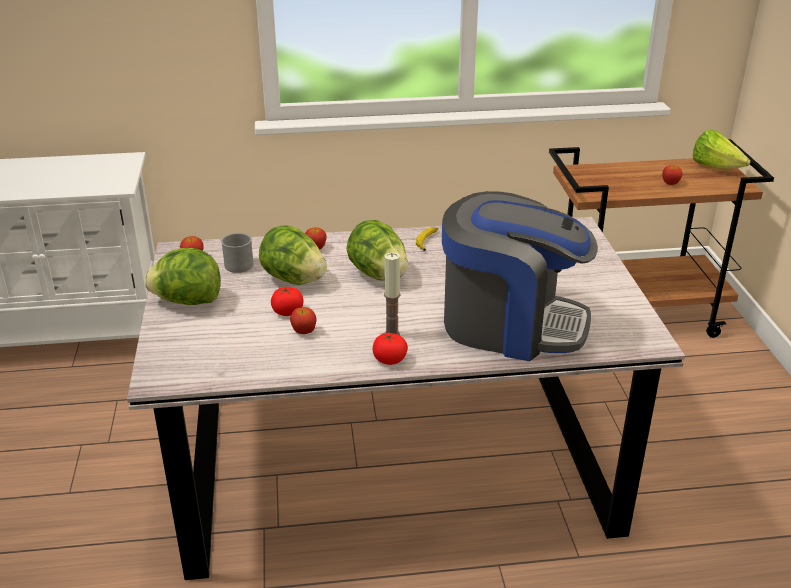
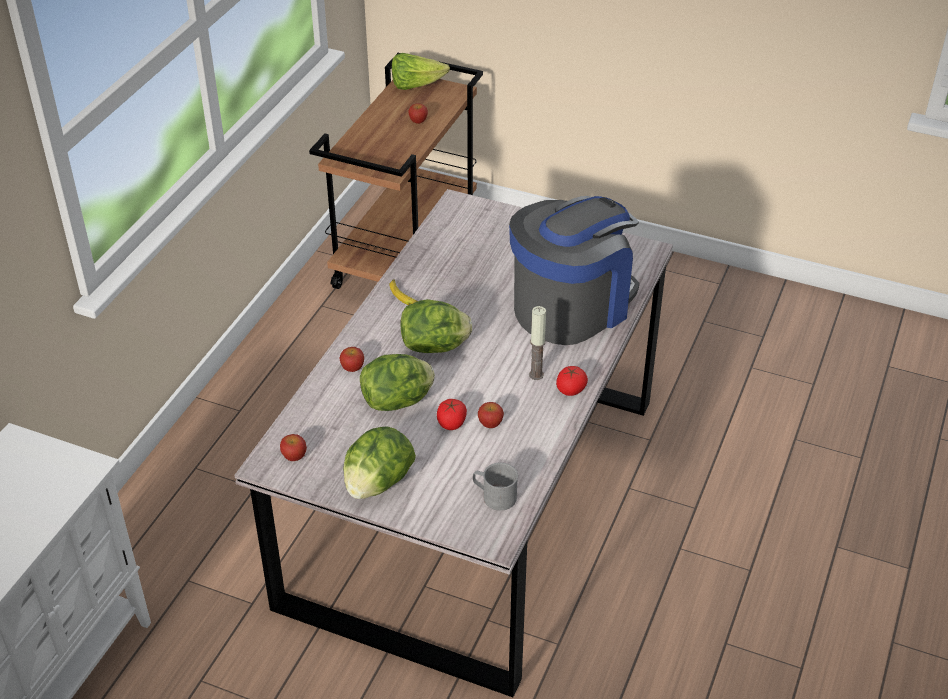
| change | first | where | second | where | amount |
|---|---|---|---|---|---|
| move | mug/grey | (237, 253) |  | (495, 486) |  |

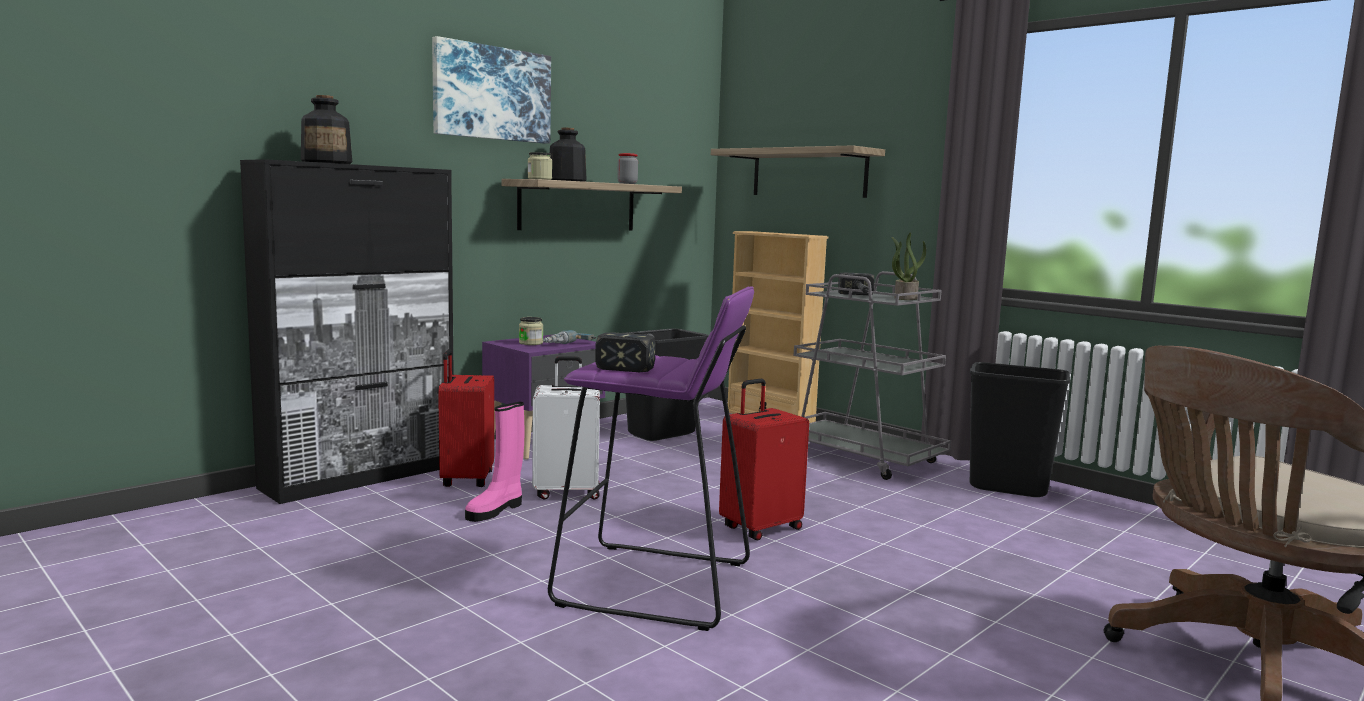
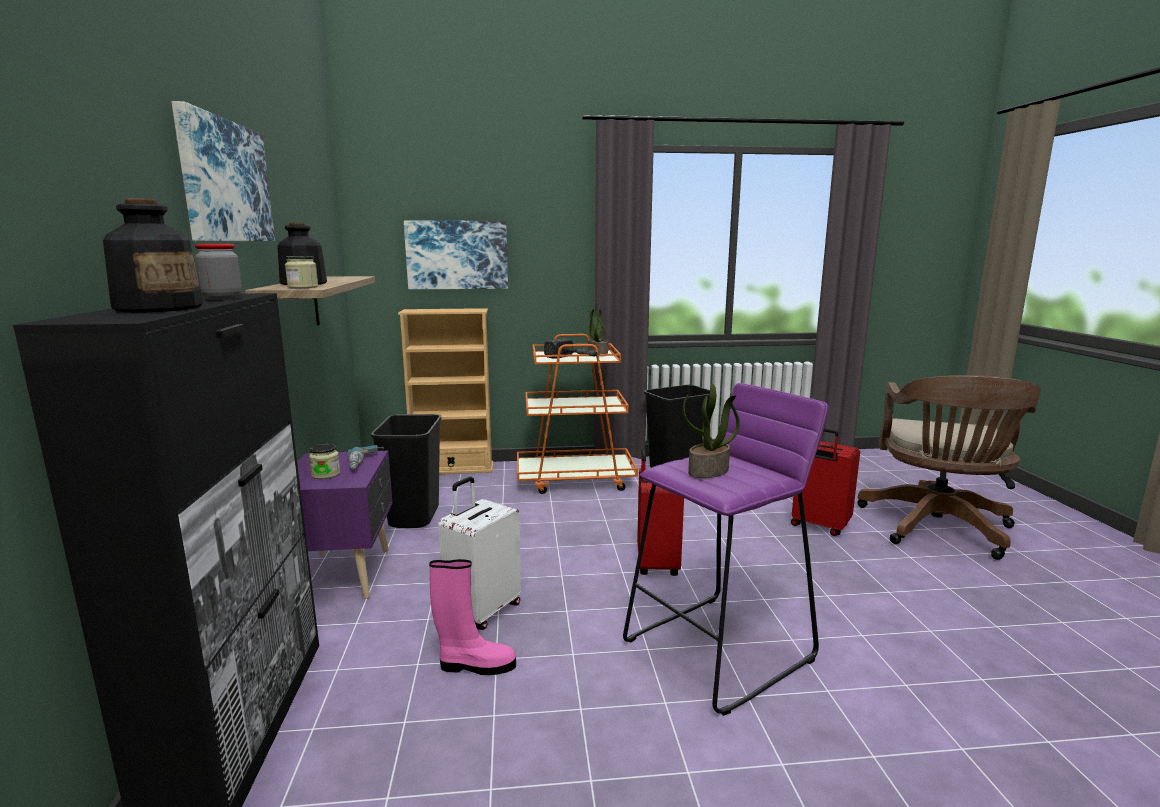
| change | first | where | second | where | amount |
|---|---|---|---|---|---|
| move | suitcase/red | (466, 418) |  | (825, 482) |  |
| rotate | boot/pink | (495, 462) |  | (472, 617) | 75 degrees counterclockwise |
| replace | hammer | (625, 352) | potted plant | (711, 431) |  |
| move | jar | (627, 168) |  | (218, 272) |  |
| replace | shelf | (798, 171) | picture | (456, 254) |  |
| recolor | cart/grey | (872, 375) | cart/orange | (577, 414) |  |

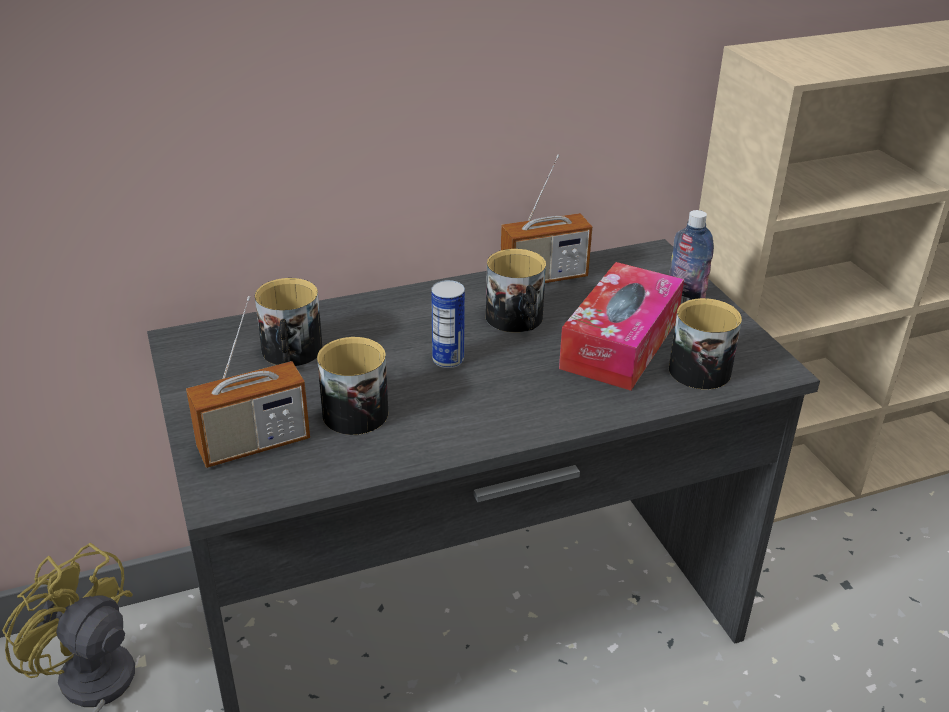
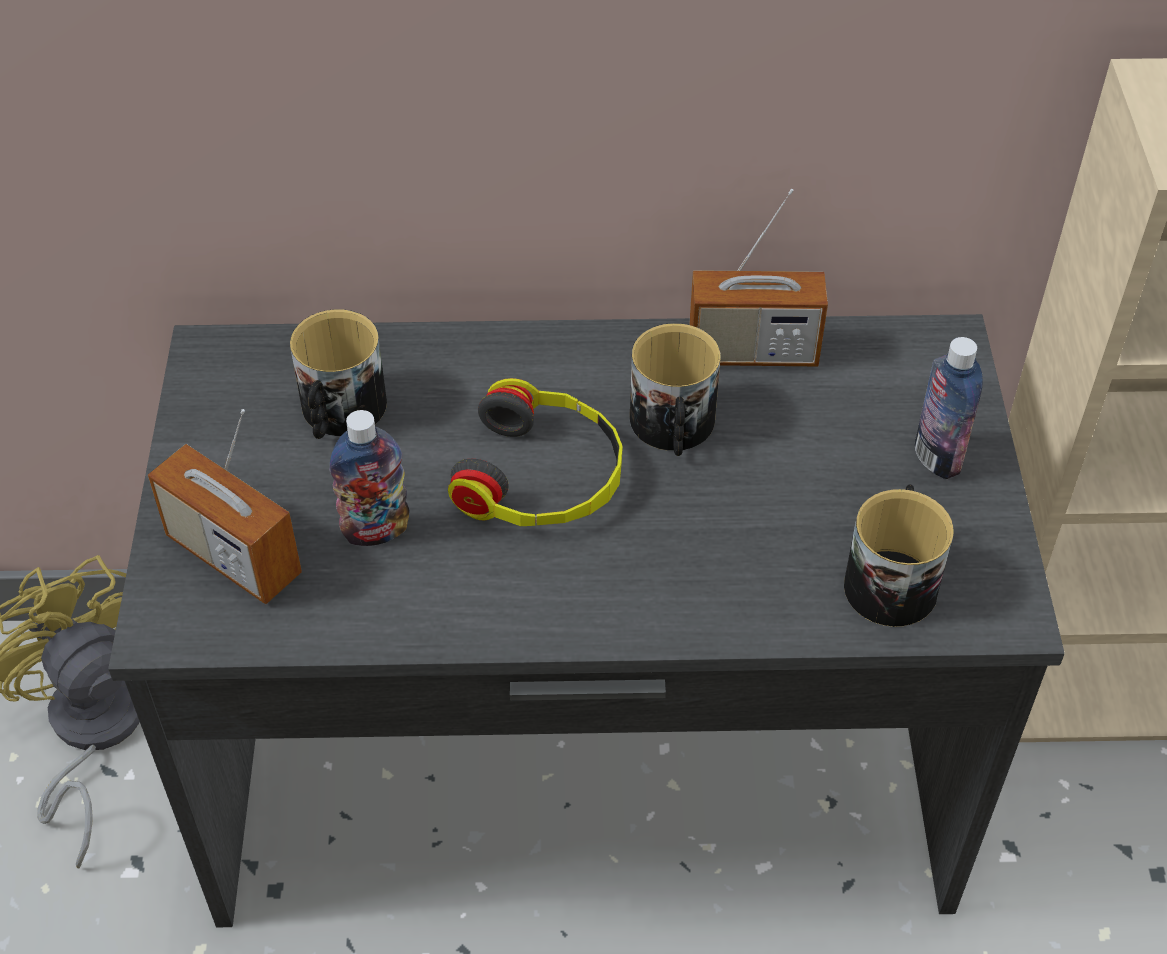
| change | first | where | second | where | amount |
|---|---|---|---|---|---|
| rotate | radio | (248, 382) |  | (225, 506) | 45 degrees clockwise |
| replace | mug | (352, 386) | bottle | (369, 478) |  |
| replace | can | (448, 324) | headphones | (535, 452) |  |
| delete | tissue box | (621, 326) |  |  |  |

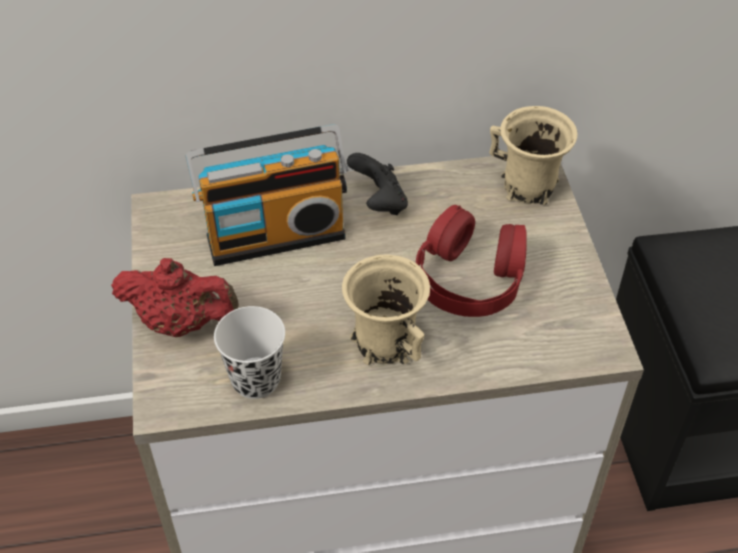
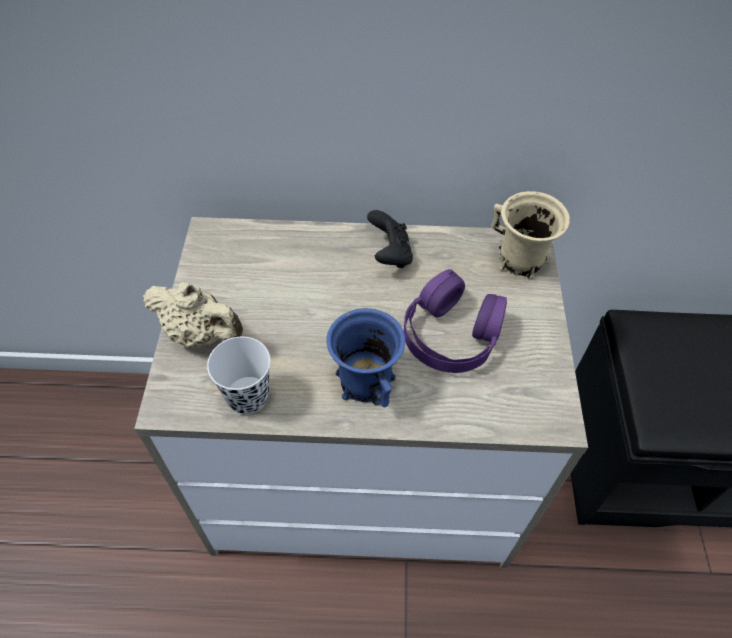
| change | first | where | second | where | amount |
|---|---|---|---|---|---|
| recolor | teapot/red | (175, 297) | teapot/beige | (193, 315) |  |
| delete | radio | (267, 195) |  |  |  |
| recolor | mug/beige | (386, 310) | mug/blue | (366, 357) |  |
| recolor | headphones/red | (471, 261) | headphones/purple | (455, 321) |  |

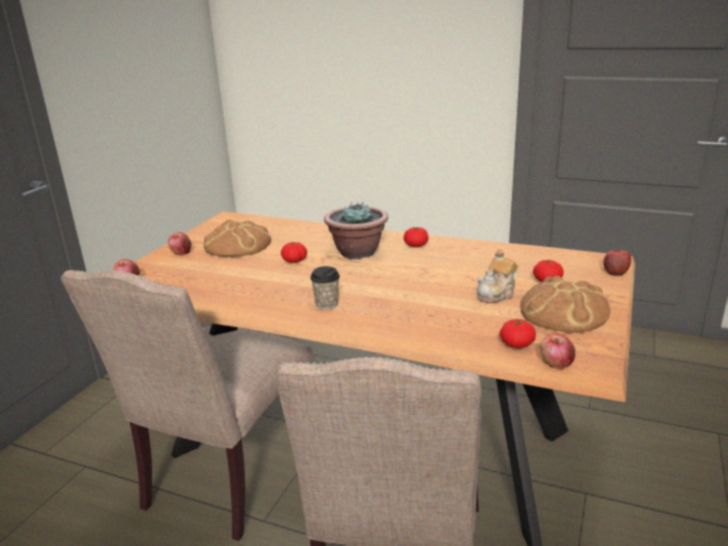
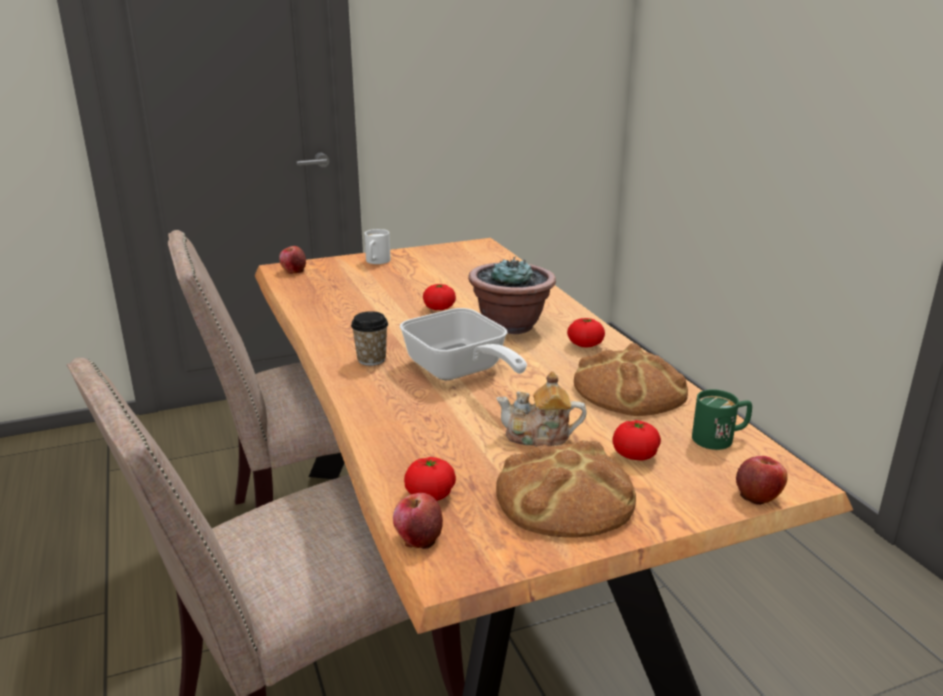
| change | first | where | second | where | amount |
|---|---|---|---|---|---|
| replace | apple | (179, 244) | mug/white | (378, 246) |  |
| move | bread | (237, 238) |  | (631, 379) |  |
| insert |  |  | frying pan | (463, 344) |  |
| insert |  |  | mug/green | (722, 419) |  |

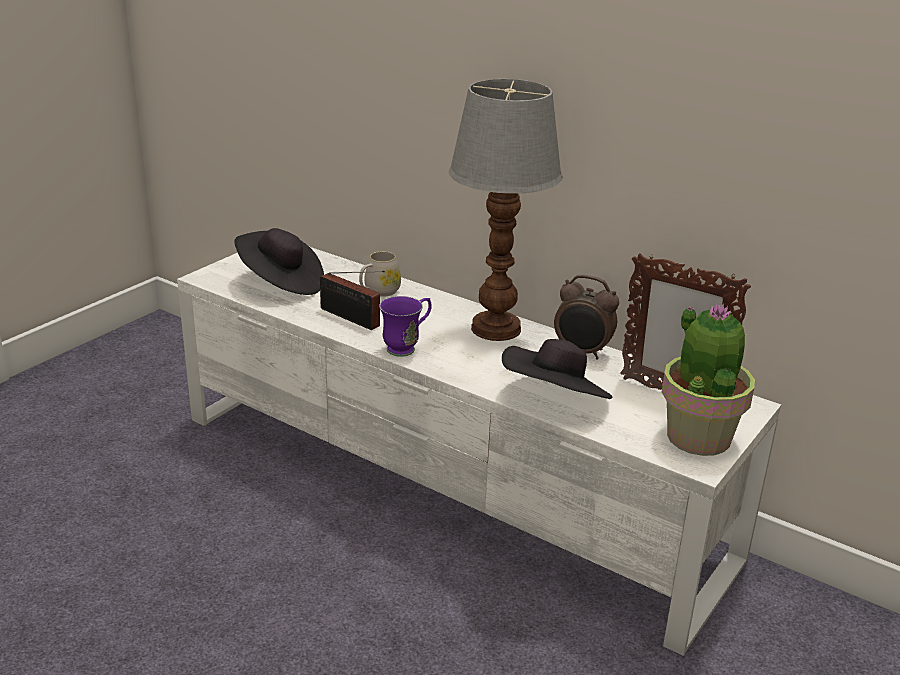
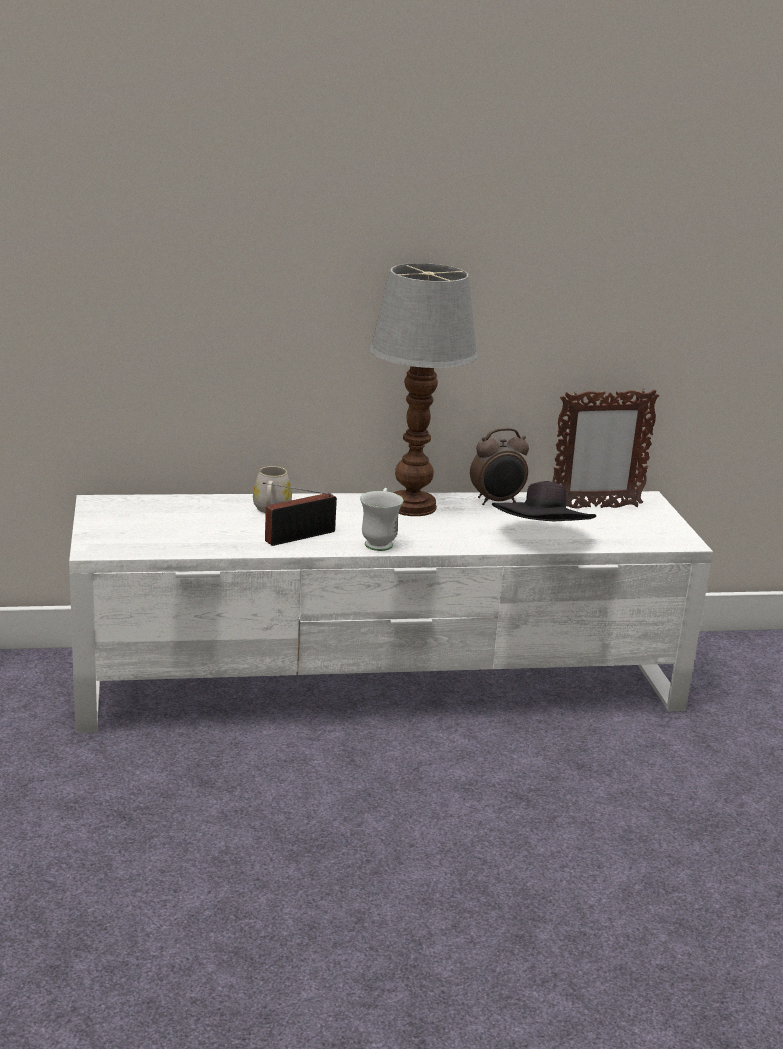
| change | first | where | second | where | amount |
|---|---|---|---|---|---|
| delete | hat/black | (279, 261) |  |  |  |
| rotate | radio | (352, 300) |  | (300, 514) | 150 degrees clockwise |
| recolor | mug/purple | (405, 326) | mug/white | (381, 519) |  |
| delete | potted plant | (708, 379) |  |  |  |

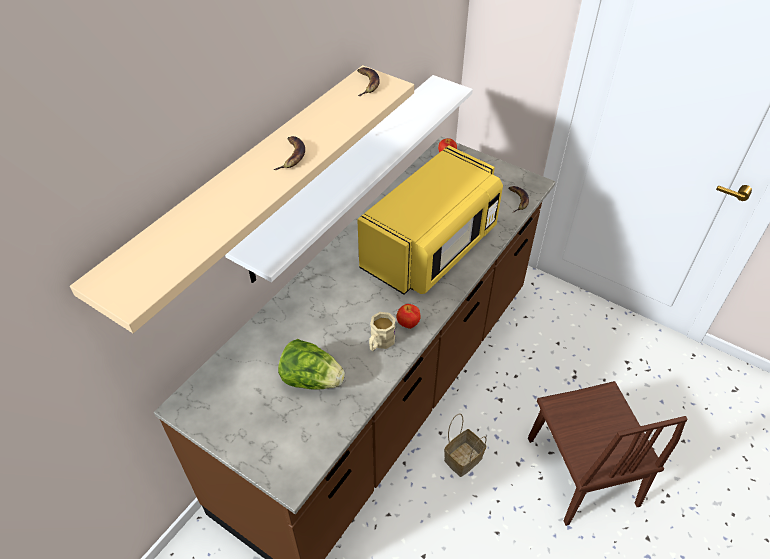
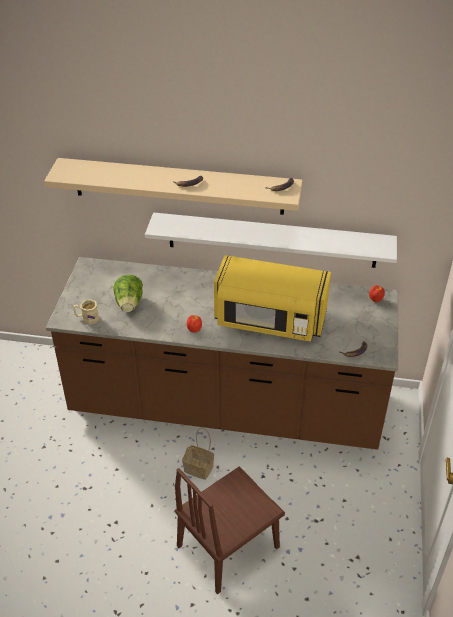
| change | first | where | second | where | amount |
|---|---|---|---|---|---|
| move | mug/beige | (382, 331) |  | (86, 312) |  |

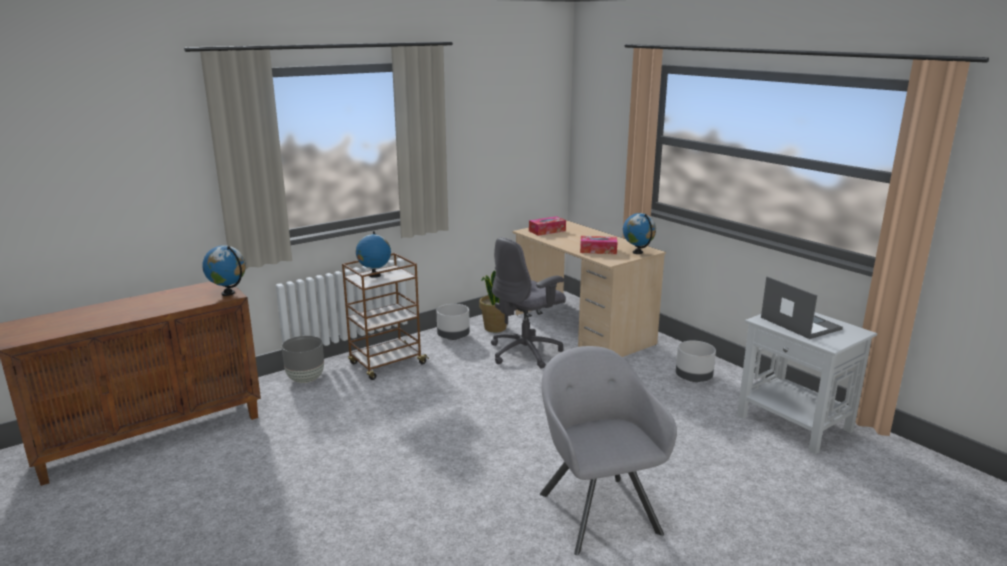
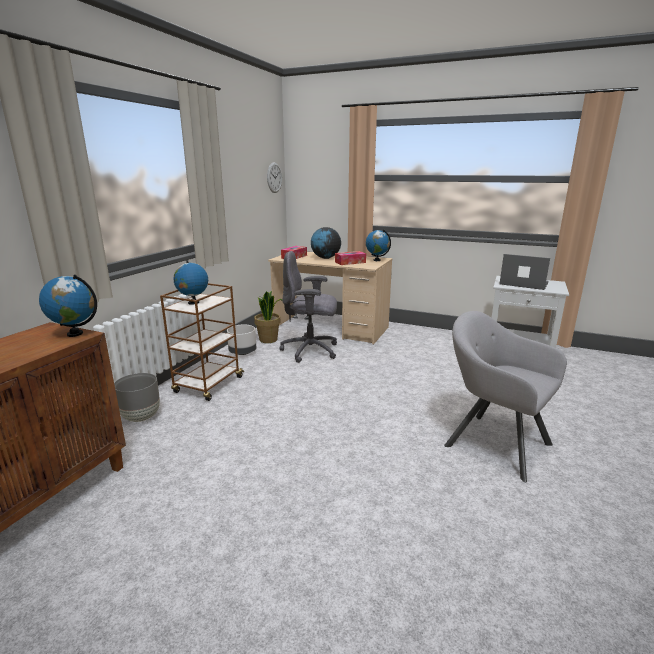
| change | first | where | second | where | amount |
|---|---|---|---|---|---|
| rotate | office chair/grey | (528, 303) |  | (308, 307) | 75 degrees clockwise |
| delete | planter/grey | (696, 361) |  |  |  |
| insert |  |  | wall clock | (274, 177) |  |
| insert |  |  | globe | (326, 243) |  |

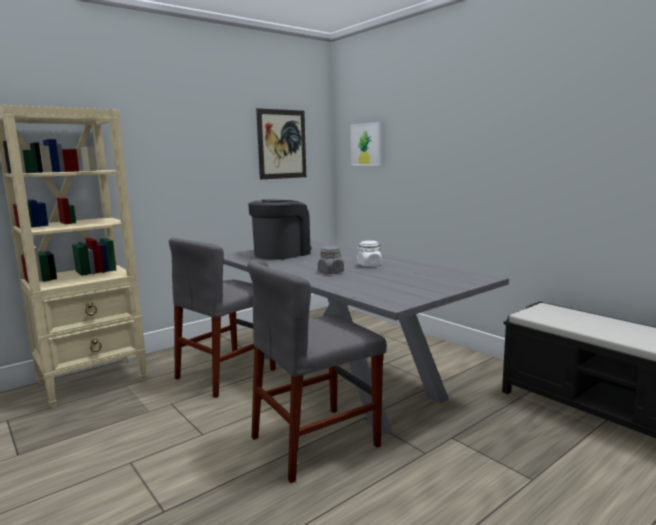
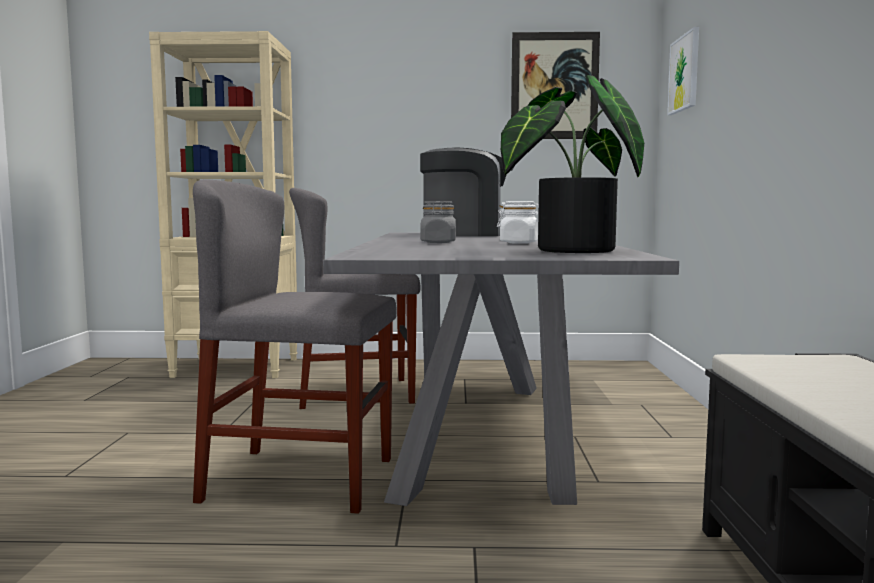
| change | first | where | second | where | amount |
|---|---|---|---|---|---|
| insert |  |  | potted plant | (572, 164) |  |

